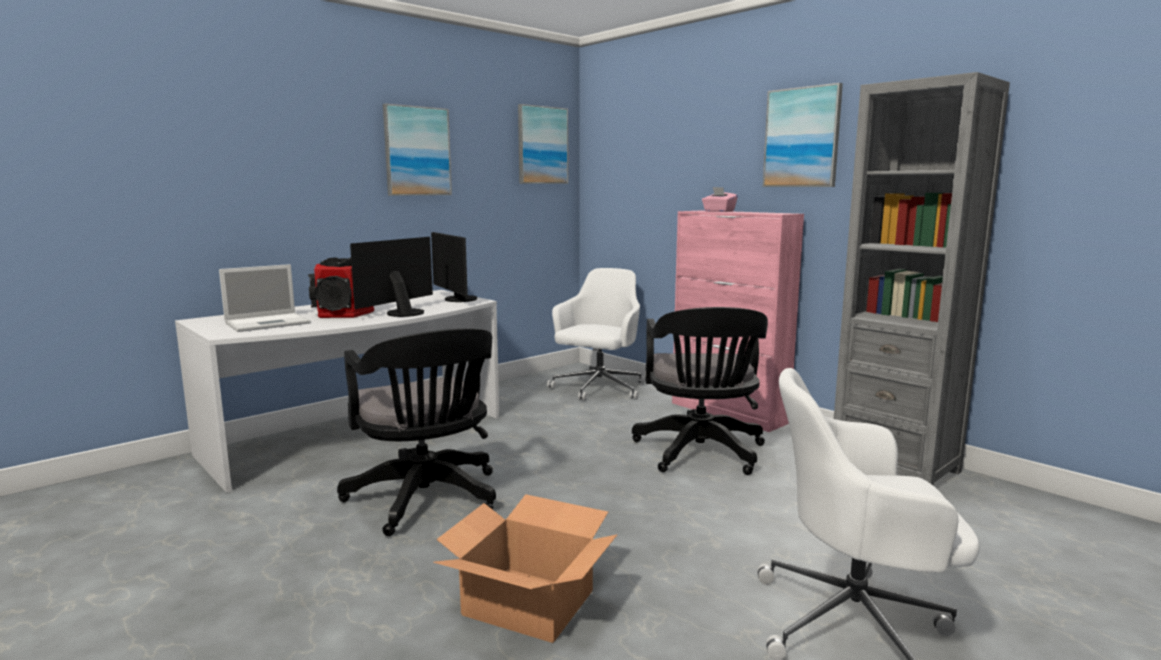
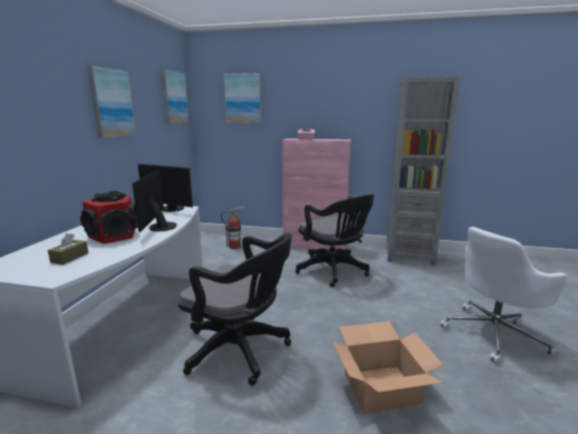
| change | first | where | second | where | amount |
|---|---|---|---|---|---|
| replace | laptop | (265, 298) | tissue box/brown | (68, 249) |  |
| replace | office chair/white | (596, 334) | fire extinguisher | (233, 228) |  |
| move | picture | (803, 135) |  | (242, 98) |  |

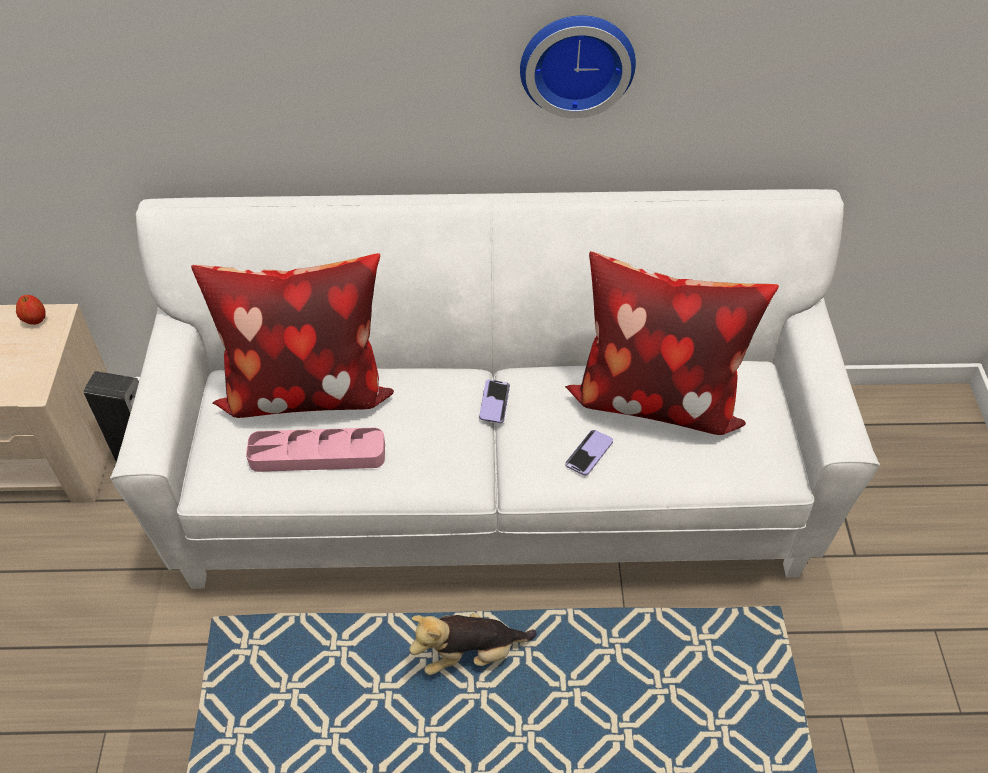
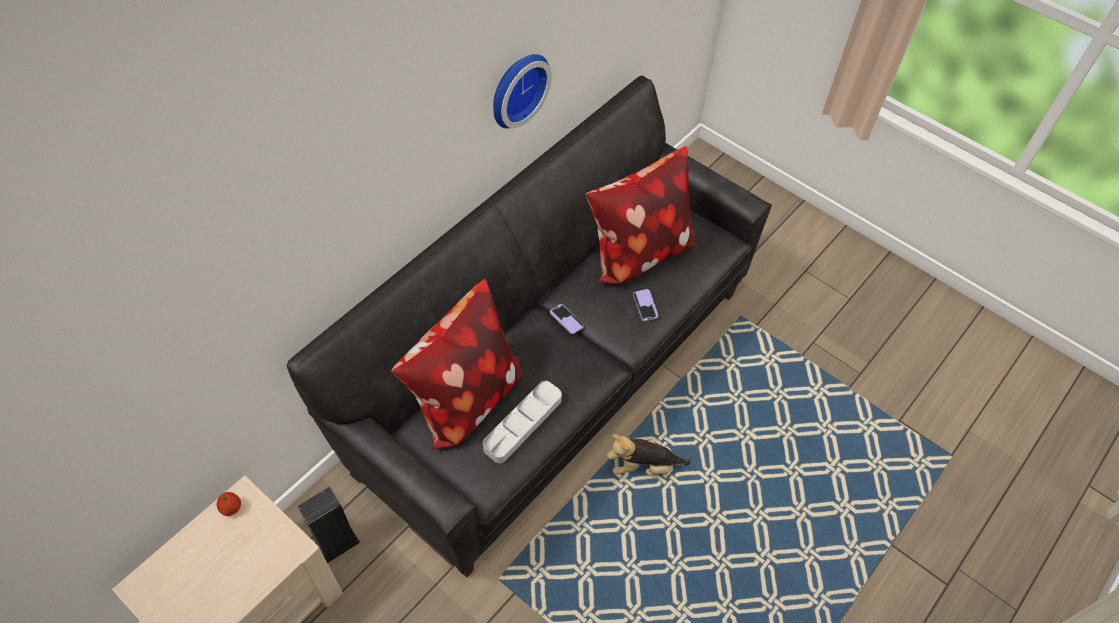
| change | first | where | second | where | amount |
|---|---|---|---|---|---|
| recolor | sofa/white | (495, 389) | sofa/black | (529, 326) |  |
| recolor | tray/pink | (315, 450) | tray/grey | (522, 422) |  |
| rotate | plush toy | (473, 643) |  | (648, 455) | 60 degrees clockwise |

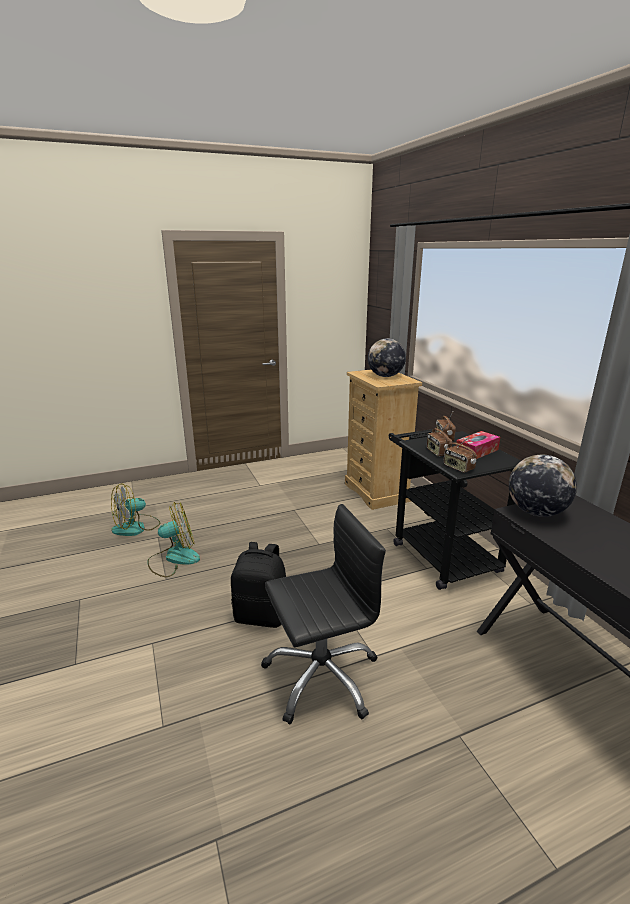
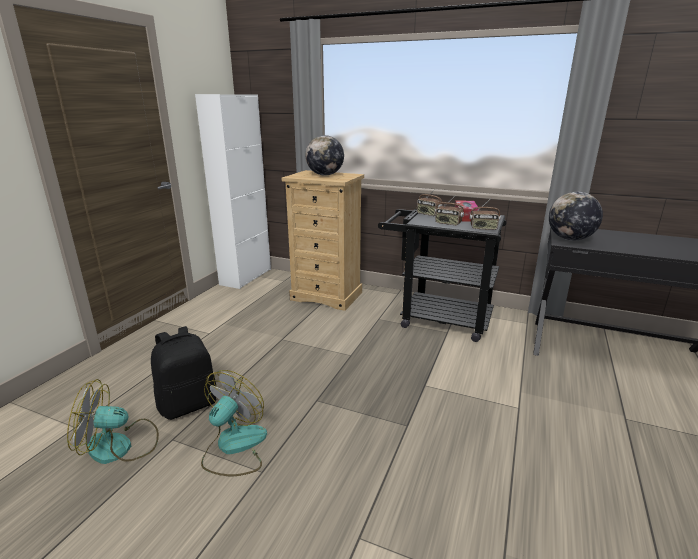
| change | first | where | second | where | amount |
|---|---|---|---|---|---|
| rotate | fan | (135, 509) |  | (113, 421) | 75 degrees clockwise |
| move | backpack/black | (258, 585) |  | (184, 373) |  |
| delete | office chair/black | (323, 614) |  |  |  |
| insert |  |  | cabinet/white | (233, 191) |  |

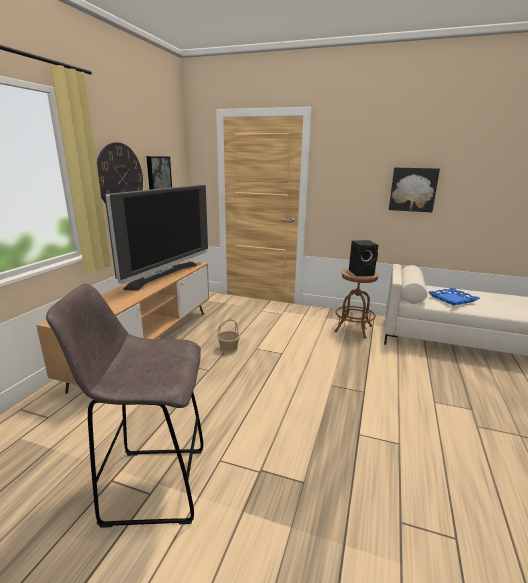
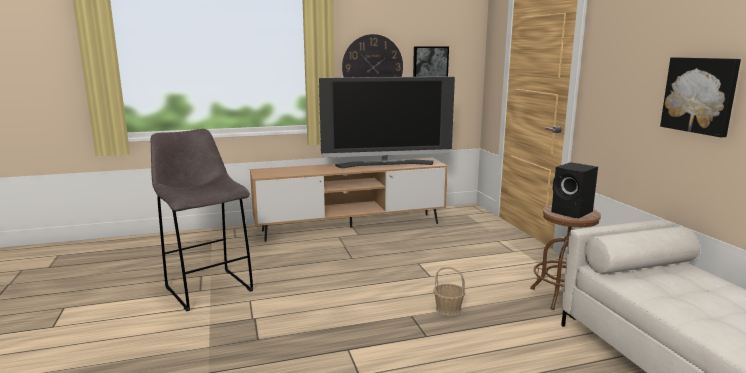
| change | first | where | second | where | amount |
|---|---|---|---|---|---|
| move | basket | (228, 336) |  | (449, 291) |  |
| delete | tray/blue | (454, 297) |  |  |  |

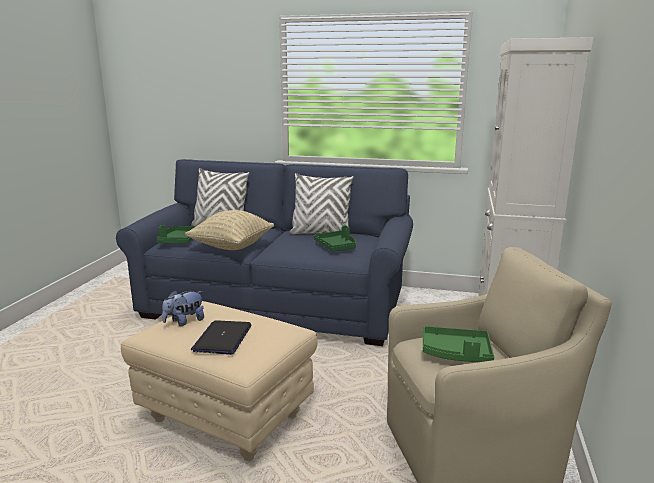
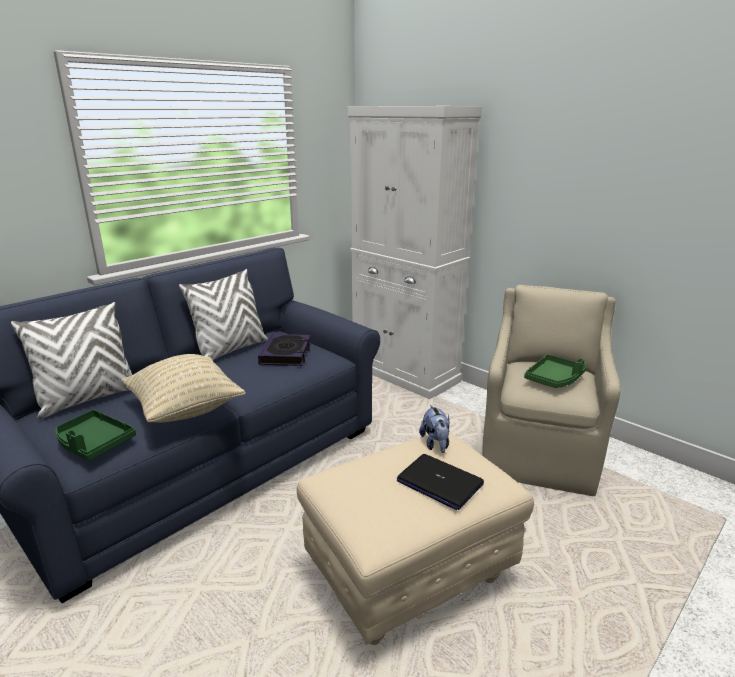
| change | first | where | second | where | amount |
|---|---|---|---|---|---|
| move | plush toy | (183, 308) |  | (434, 428) |  |
| replace | tray/green | (335, 238) | book | (284, 350) |  |

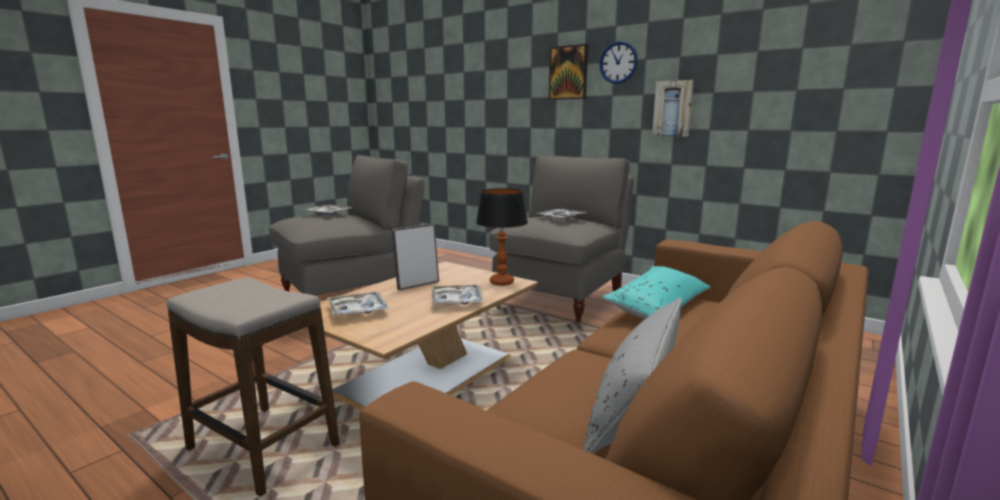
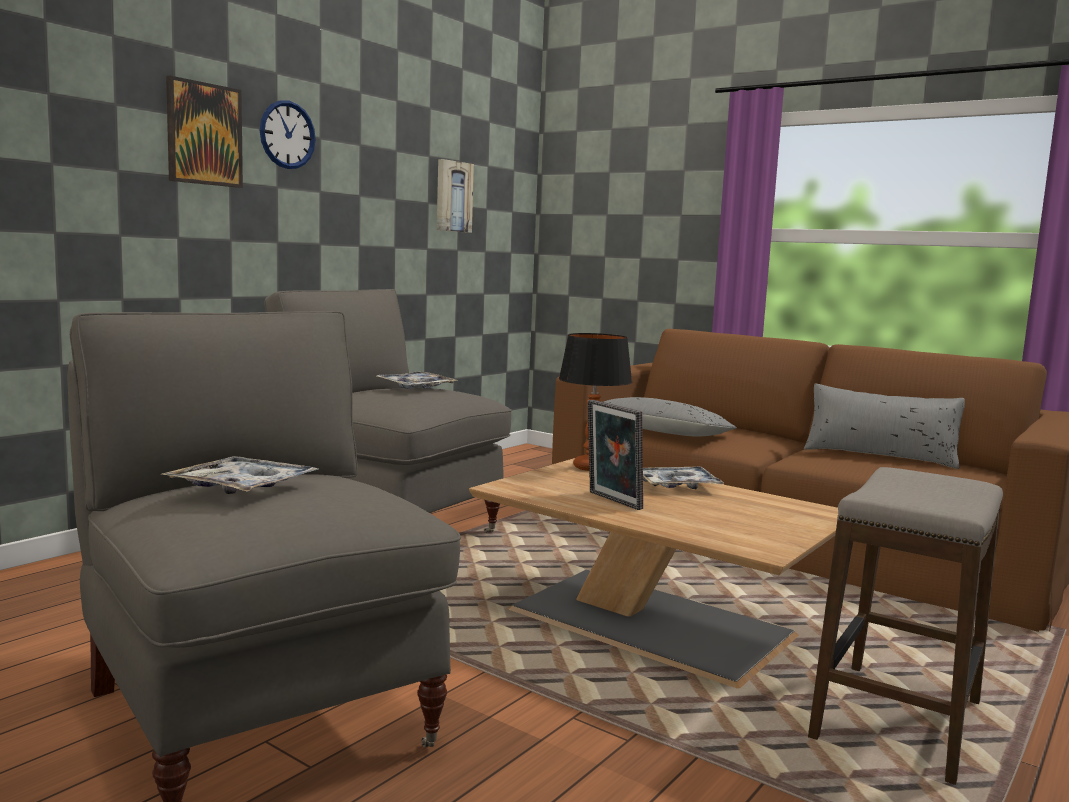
| change | first | where | second | where | amount |
|---|---|---|---|---|---|
| delete | tray | (359, 304) |  |  |  |
| recolor | pillow/turquoise | (656, 292) | pillow/grey | (670, 417) |  |
| move | picture | (673, 108) |  | (455, 196) |  |

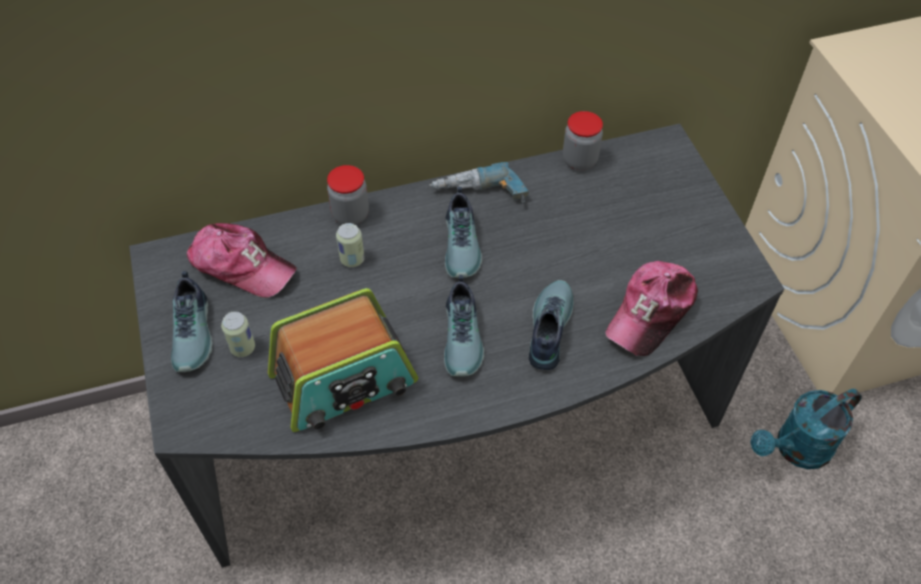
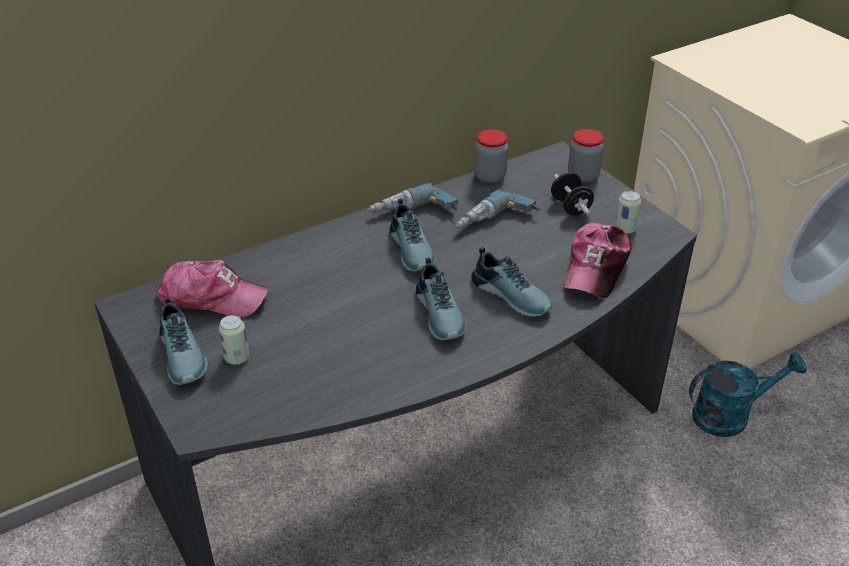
| change | first | where | second | where | amount |
|---|---|---|---|---|---|
| delete | radio | (343, 360) |  |  |  |
| move | jar | (348, 195) |  | (586, 156) |  |
| move | can | (350, 245) |  | (628, 212) |  |
| rotate | shoe | (551, 325) |  | (511, 282) | 135 degrees clockwise |
| rotate | watering can/turquoise | (806, 429) |  | (748, 394) | 150 degrees counterclockwise |
| insert |  |  | power drill | (498, 208) |  |
| insert |  |  | dumbbell/black | (572, 194) |  |

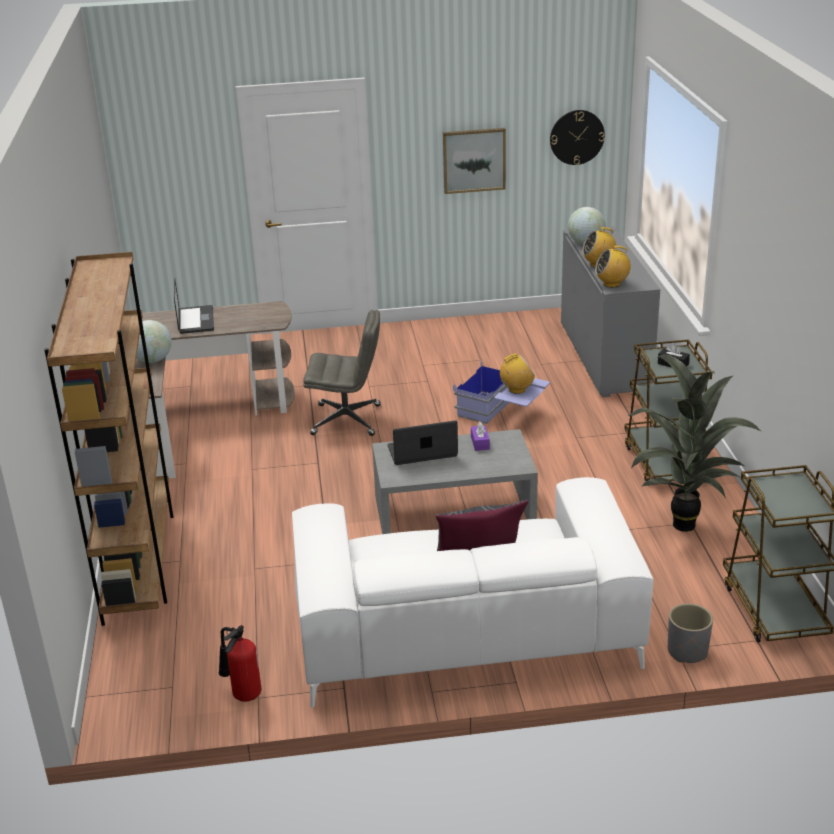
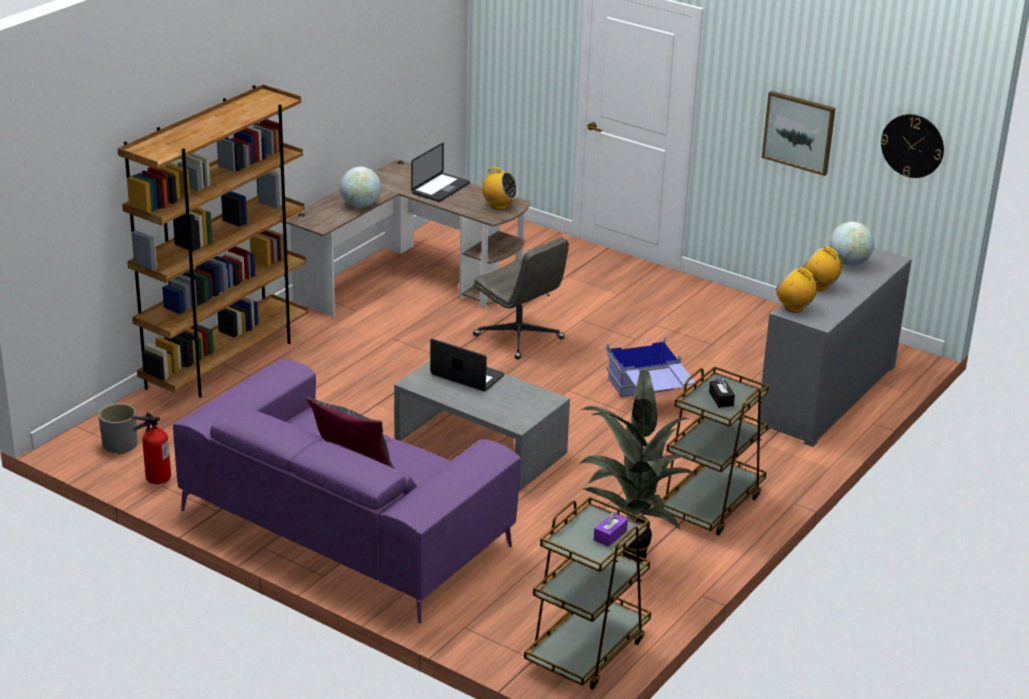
| change | first | where | second | where | amount |
|---|---|---|---|---|---|
| recolor | sofa/white | (472, 592) | sofa/purple | (347, 491) |  |
| move | tissue box/purple | (480, 436) |  | (611, 529) |  |
| move | radio | (517, 373) |  | (499, 188) |  |
| move | planter/grey | (690, 633) |  | (118, 429) |  |

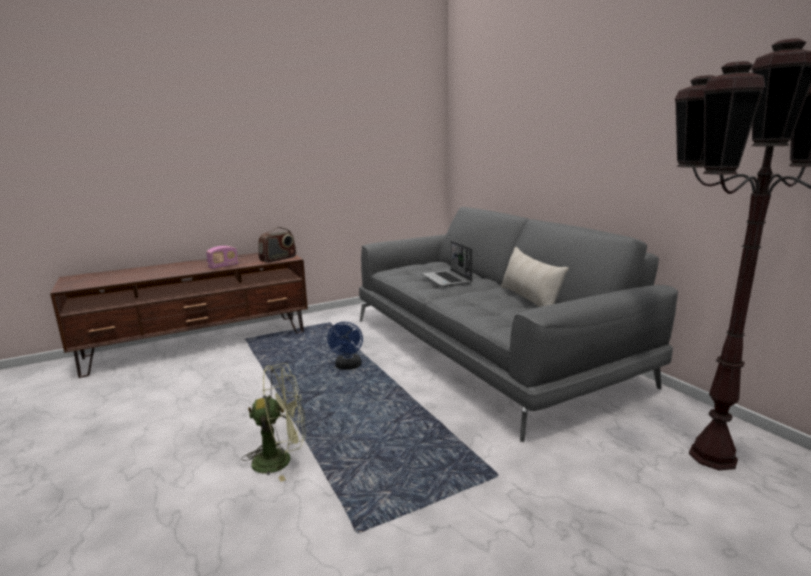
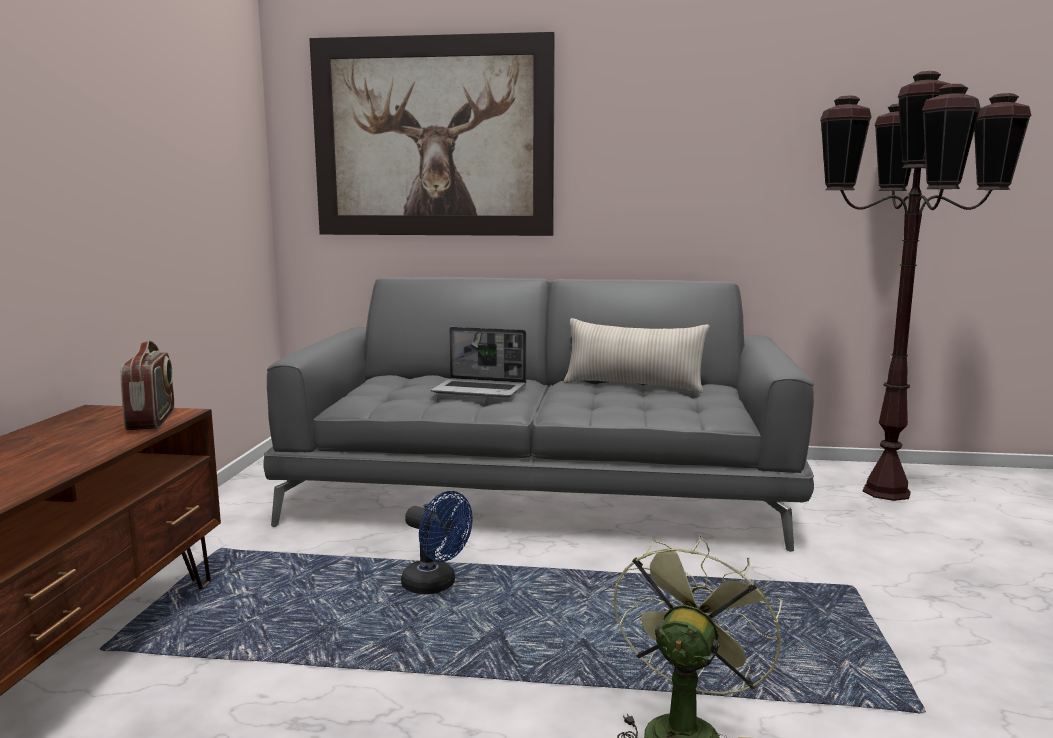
| change | first | where | second | where | amount |
|---|---|---|---|---|---|
| delete | radio | (222, 257) |  |  |  |
| insert |  |  | picture | (432, 134) |  |

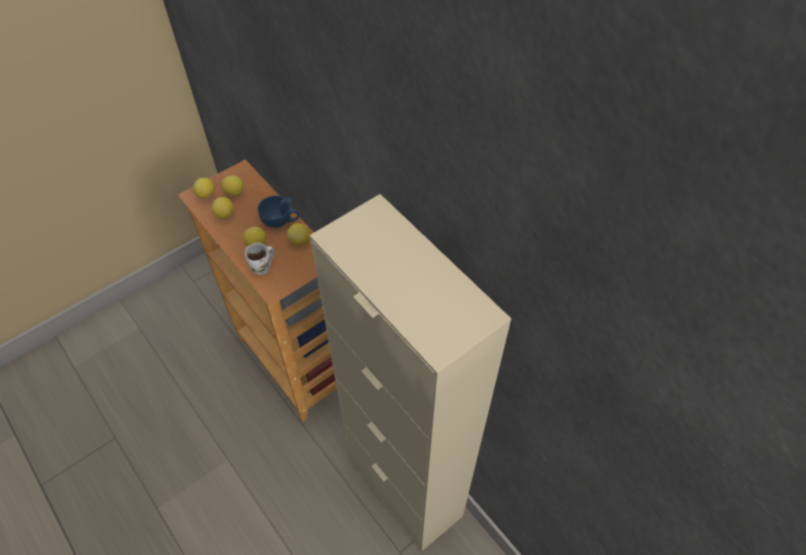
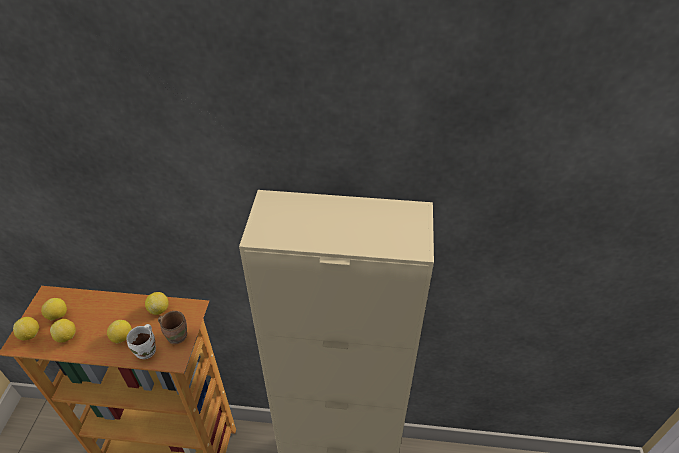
| change | first | where | second | where | amount |
|---|---|---|---|---|---|
| delete | cup/blue | (278, 212) |  |  |  |
| insert |  |  | mug/brown | (172, 327) |  |

